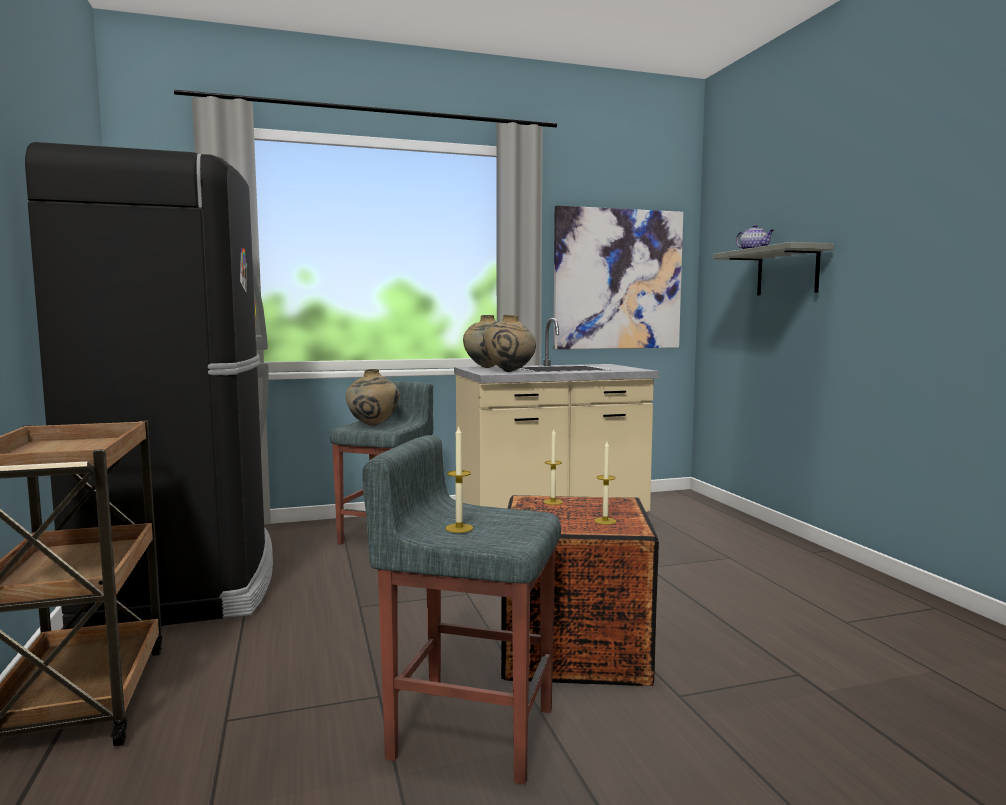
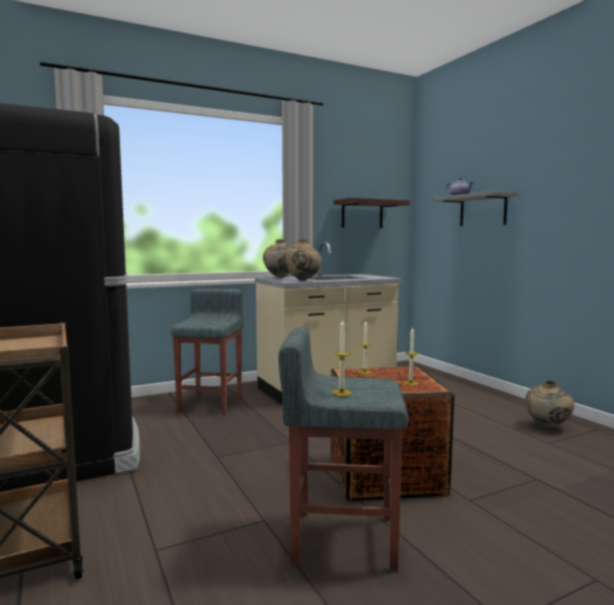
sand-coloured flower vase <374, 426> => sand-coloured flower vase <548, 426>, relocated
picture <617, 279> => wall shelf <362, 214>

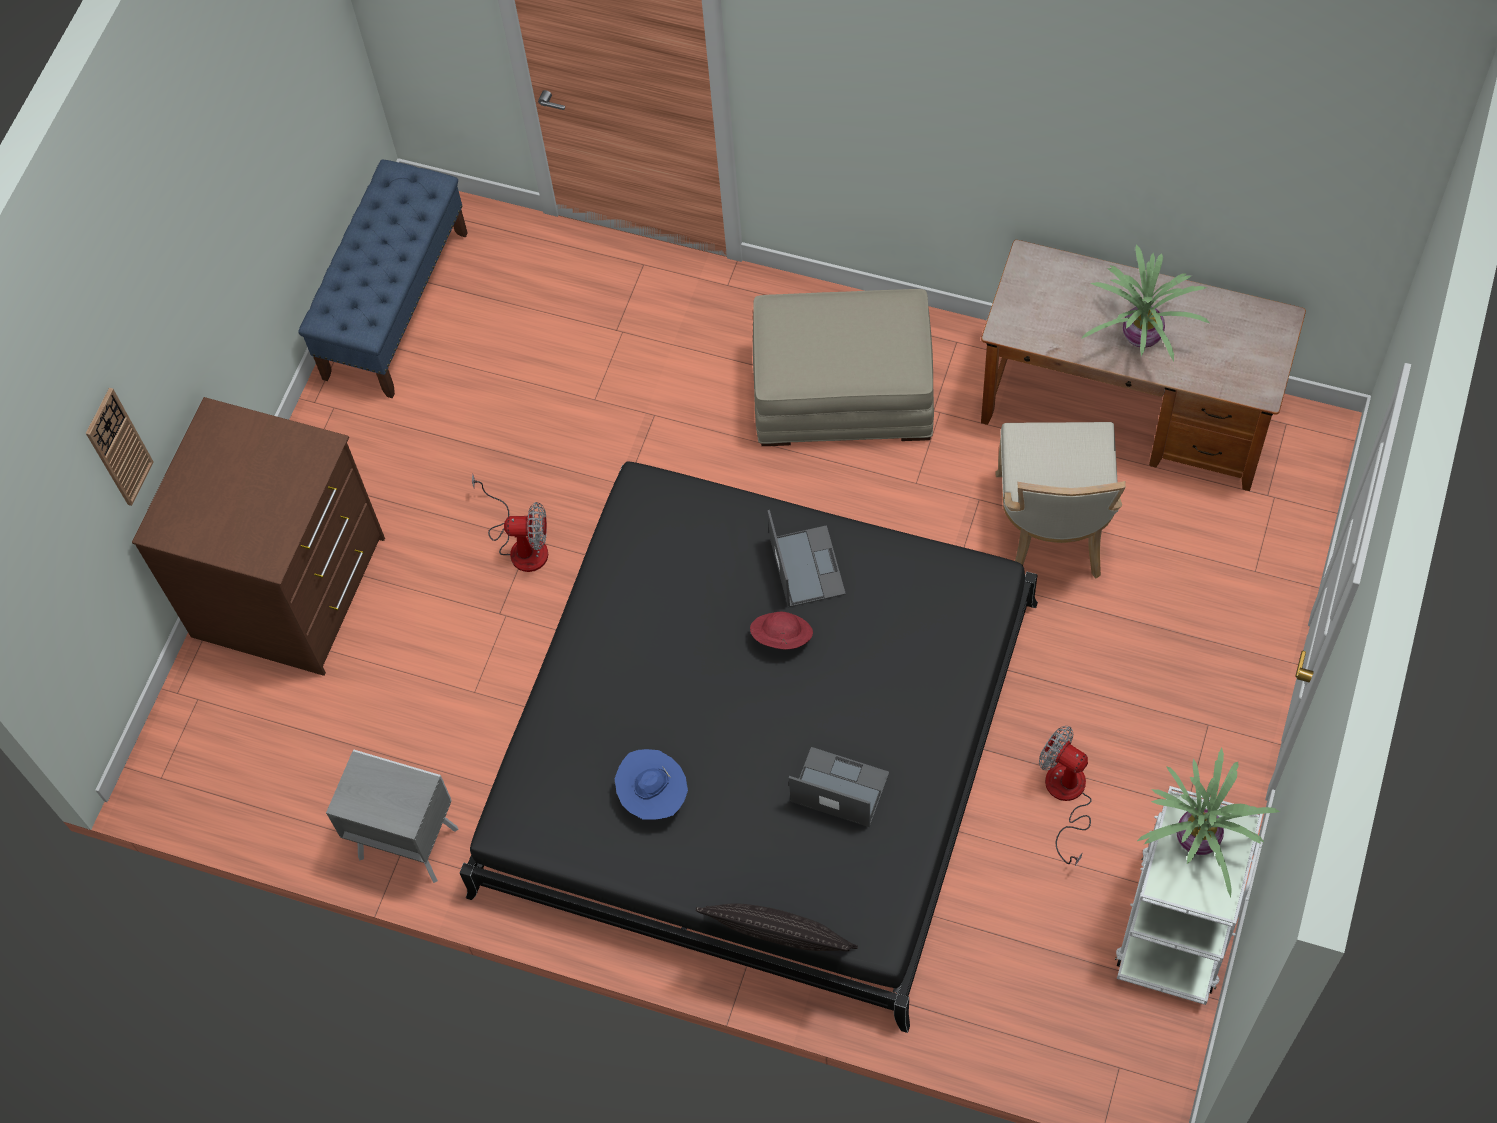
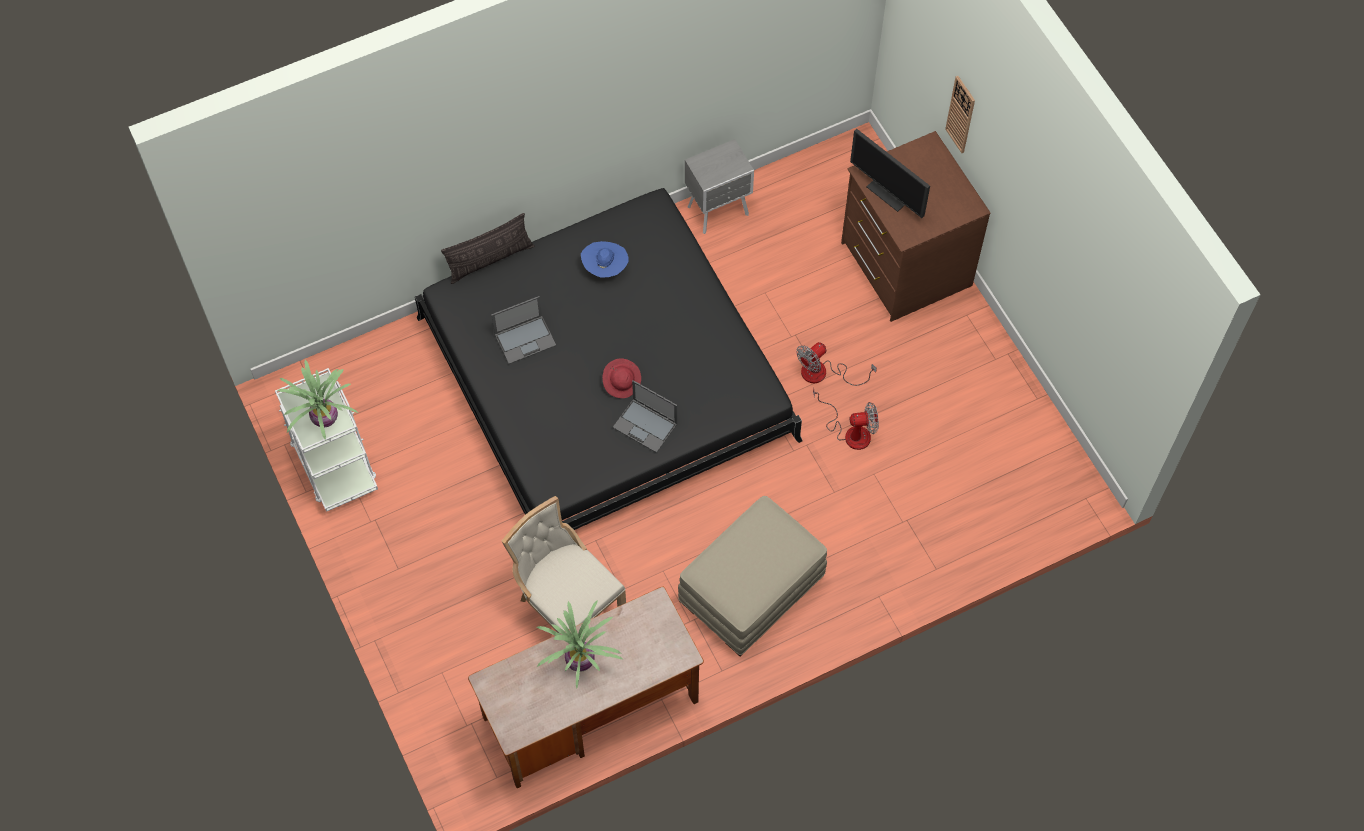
blue long seat <396, 304> => nothing
electric fan <1066, 797> => electric fan <850, 431>, relocated
nothing => monitor <890, 192>

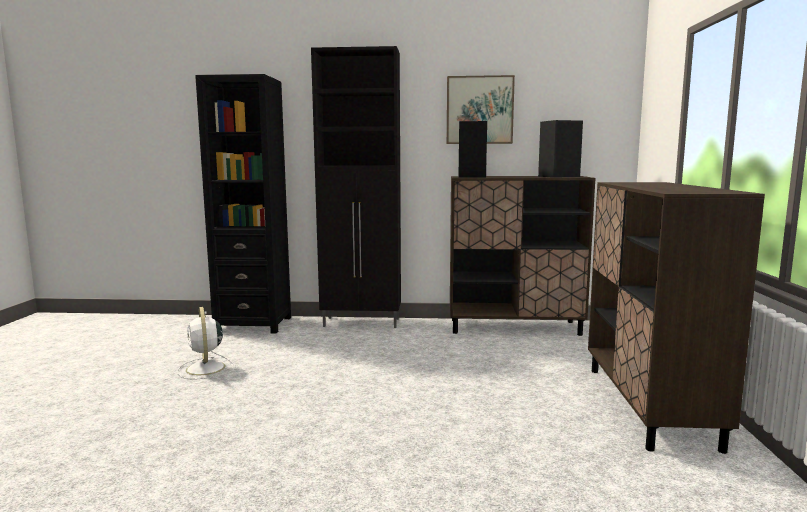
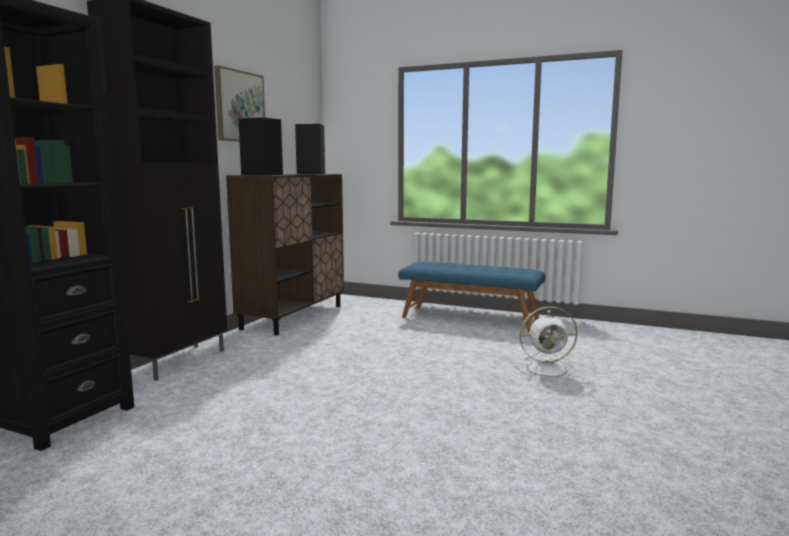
white-coloured electric fan <206, 369> => white-coloured electric fan <548, 370>, relocated
brown-coloured cabinet <649, 405> => blue long seat <470, 319>

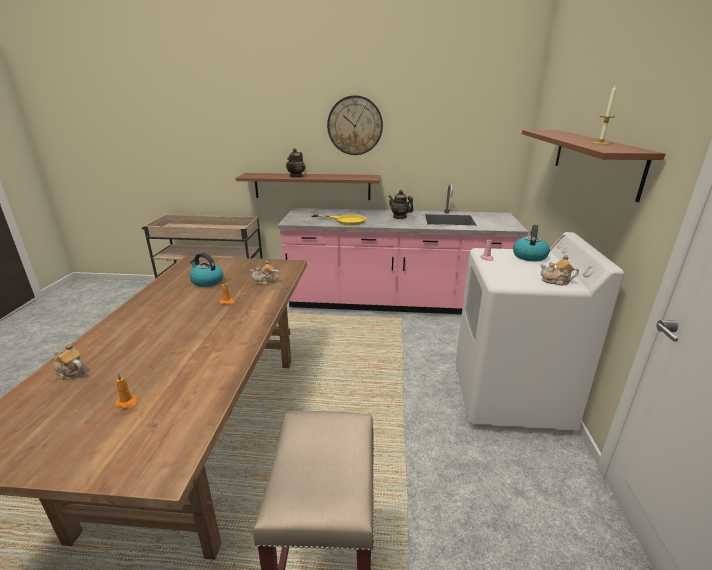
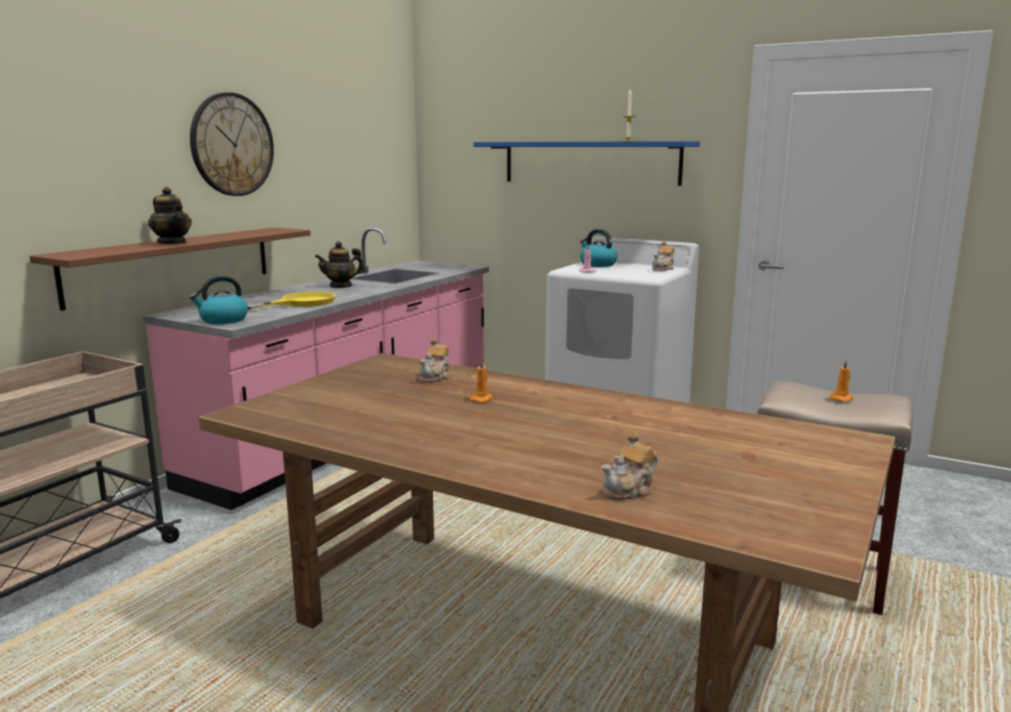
orangey candle <128, 403> => orangey candle <841, 398>, relocated
water kettle <207, 281> => water kettle <223, 320>, relocated
brown-coloured wall shelf <594, 159> => blue wall shelf <590, 162>

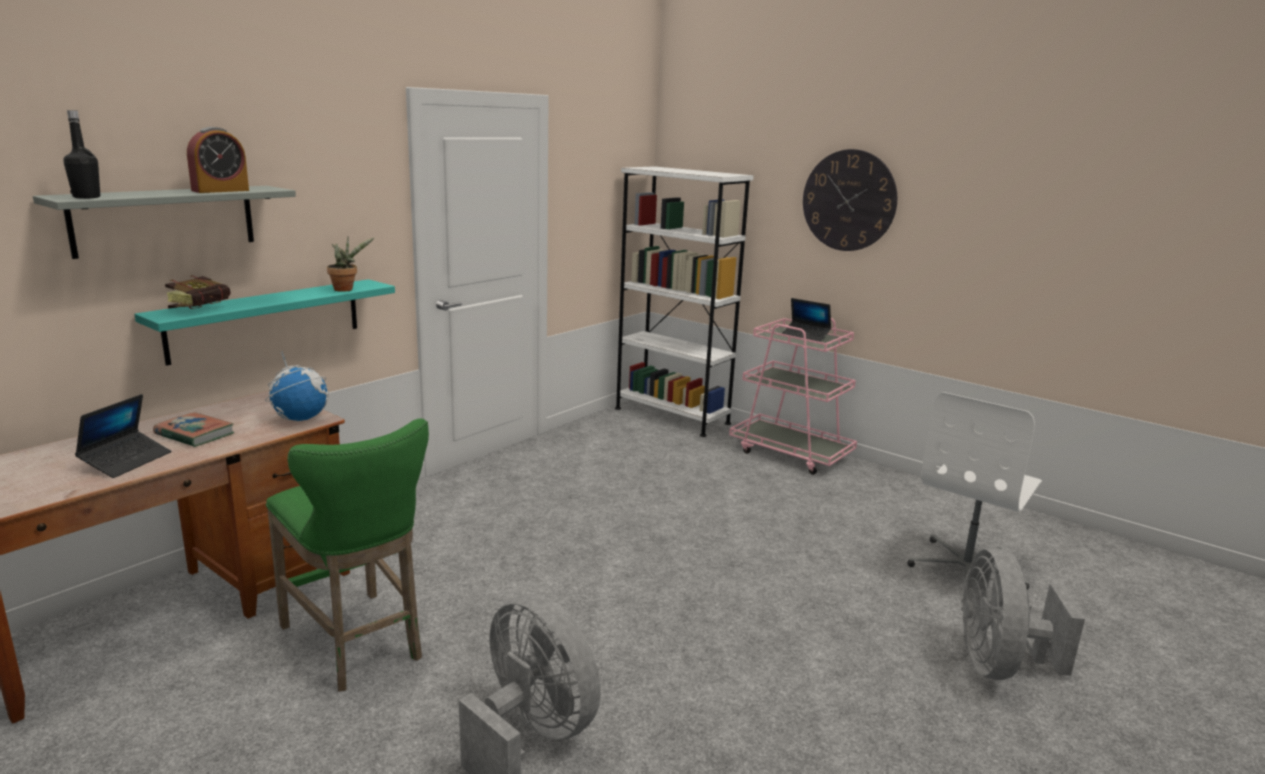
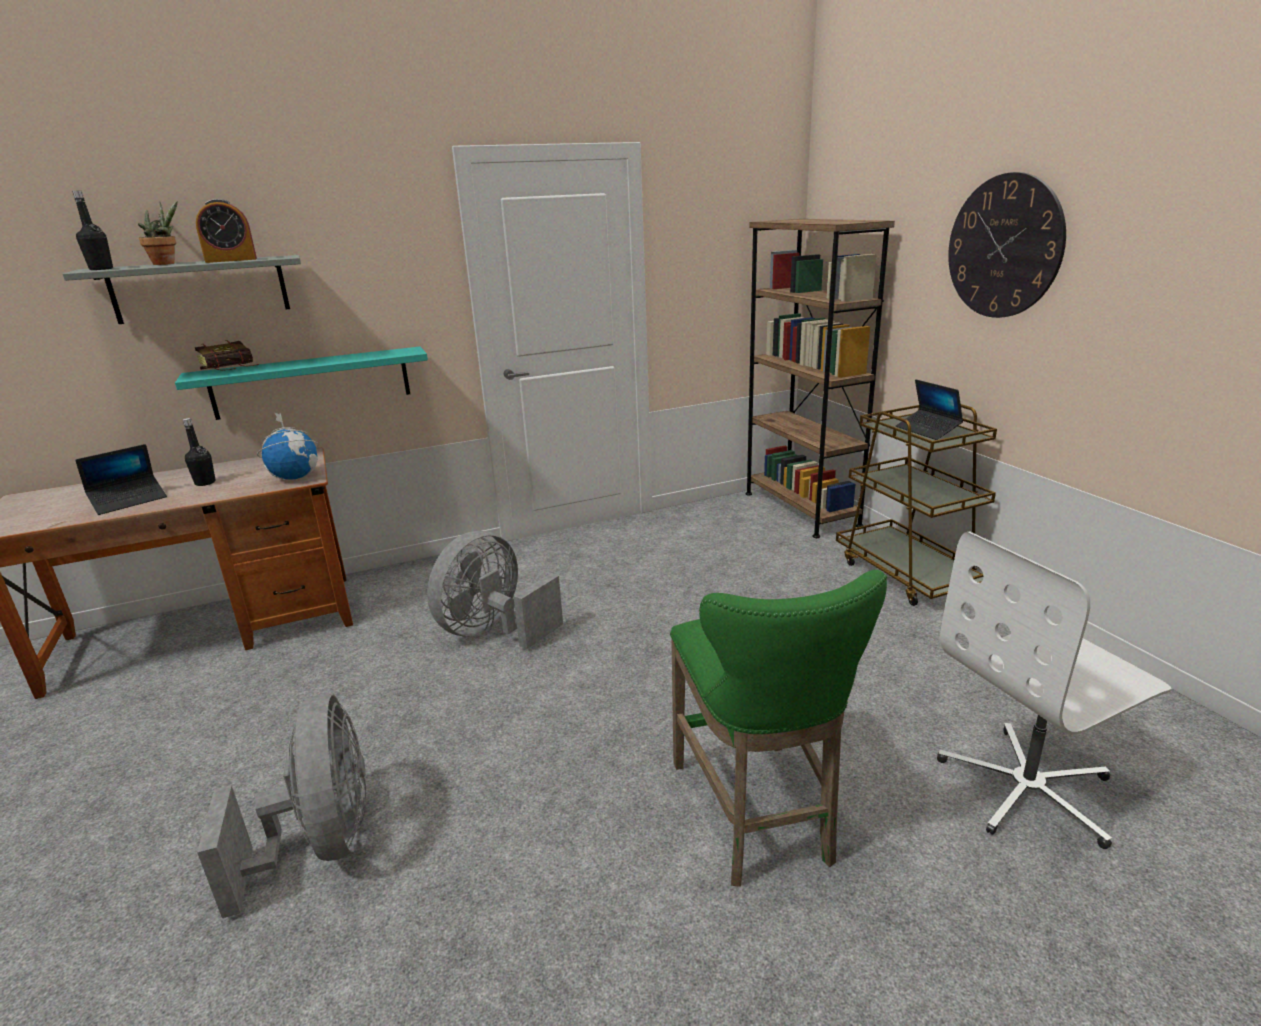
bound book <194, 434> => black beverage bottle <205, 483>
green stool <357, 645> => green stool <756, 817>, relocated
houseplant <346, 289> => houseplant <167, 264>, relocated
white-coloured bookcase <671, 416> => brown-coloured bookcase <800, 509>
pink trolley <791, 453> => brown-coloured trolley <907, 573>
greyish electric fan <998, 665> => greyish electric fan <494, 631>, relocated

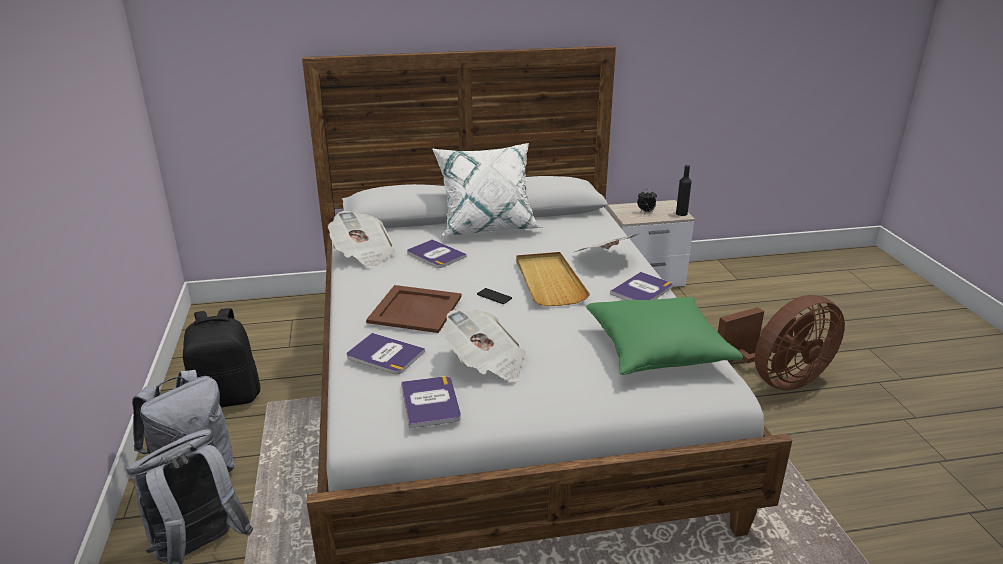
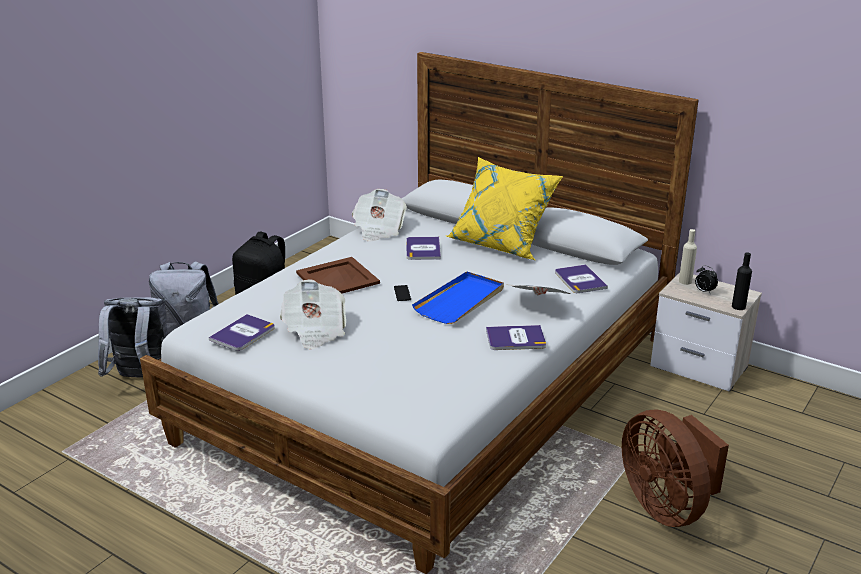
bound book <385, 355> => bound book <580, 280>, relocated
white-coloured pillow <487, 226> => yellow-coloured pillow <501, 243>
sand-coloured serving tray <548, 281> => blue serving tray <460, 301>
green pillow <657, 350> => nothing
brown-coloured electric fan <778, 379> => brown-coloured electric fan <667, 506>, 45 degrees clockwise
nothing => sand-coloured beverage bottle <685, 281>

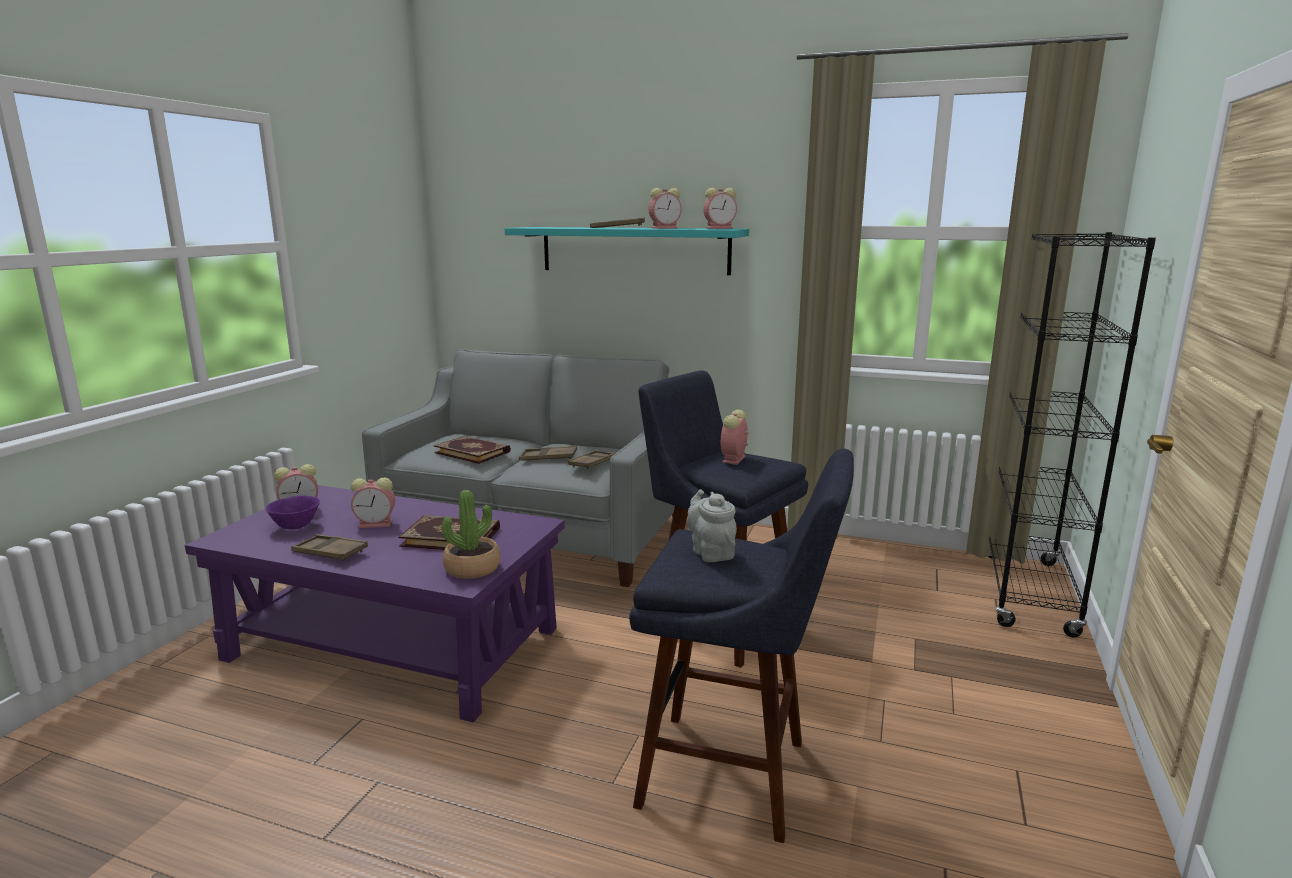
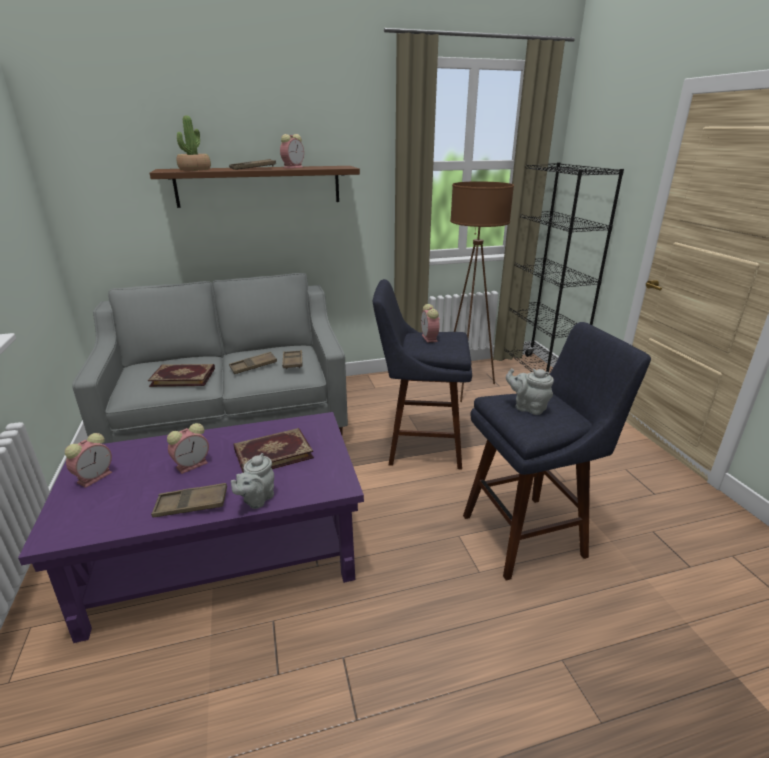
purplish deep dish <296, 527> => nothing
houseplant <472, 568> => houseplant <195, 169>, relocated
blue-green wall shelf <634, 250> => brown-coloured wall shelf <259, 186>
bedside clock <720, 228> => nothing
nothing => greyish teapot <257, 499>
nothing => brown-coloured standard lamp <466, 387>

